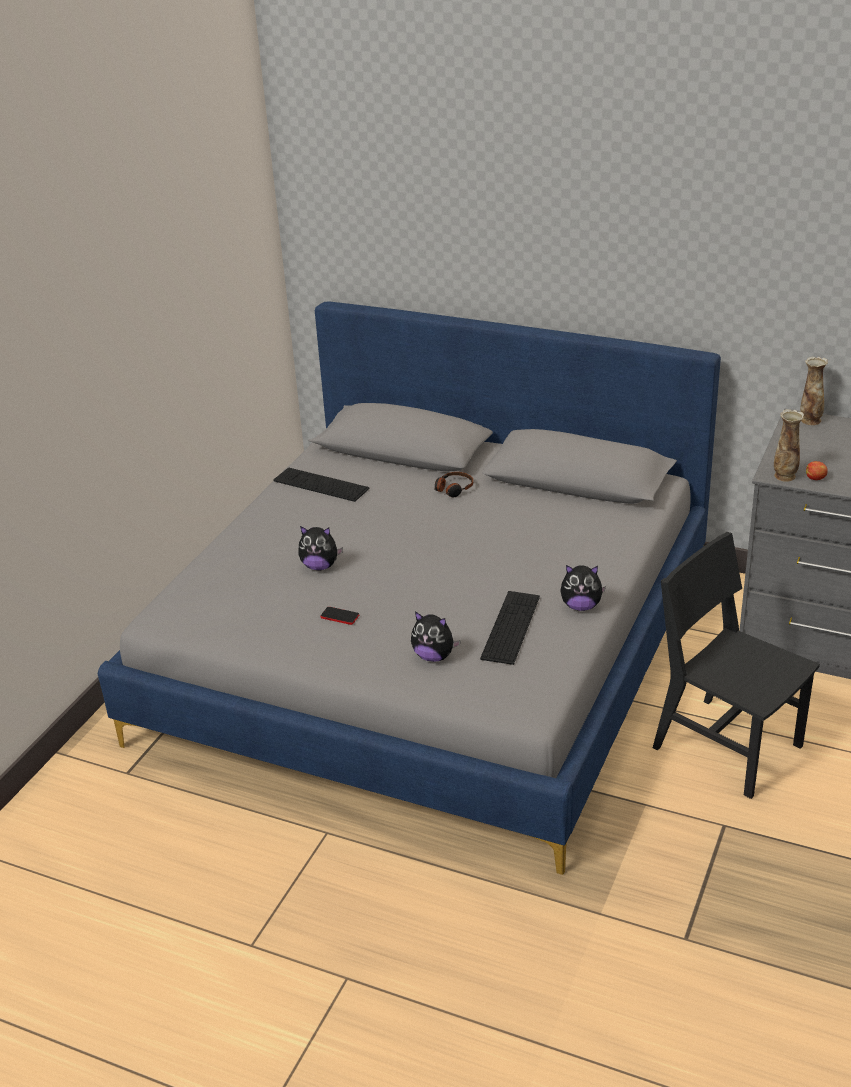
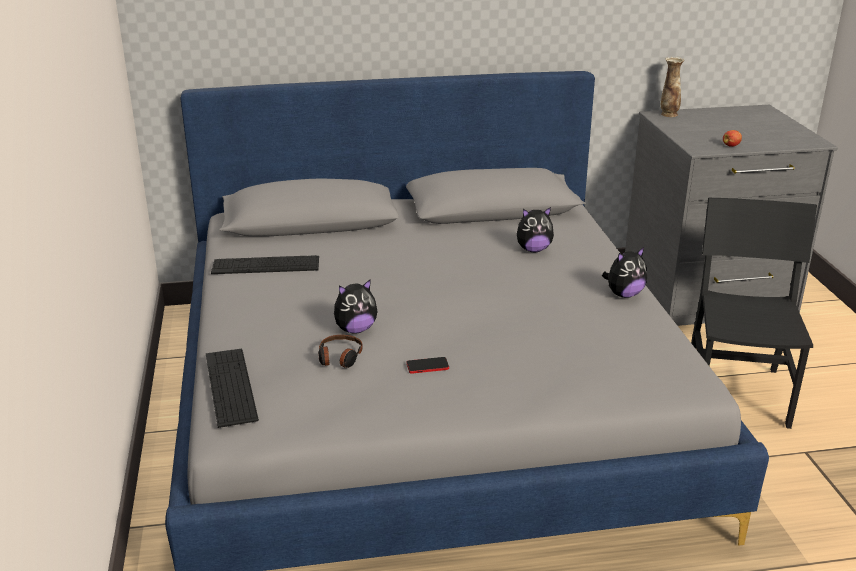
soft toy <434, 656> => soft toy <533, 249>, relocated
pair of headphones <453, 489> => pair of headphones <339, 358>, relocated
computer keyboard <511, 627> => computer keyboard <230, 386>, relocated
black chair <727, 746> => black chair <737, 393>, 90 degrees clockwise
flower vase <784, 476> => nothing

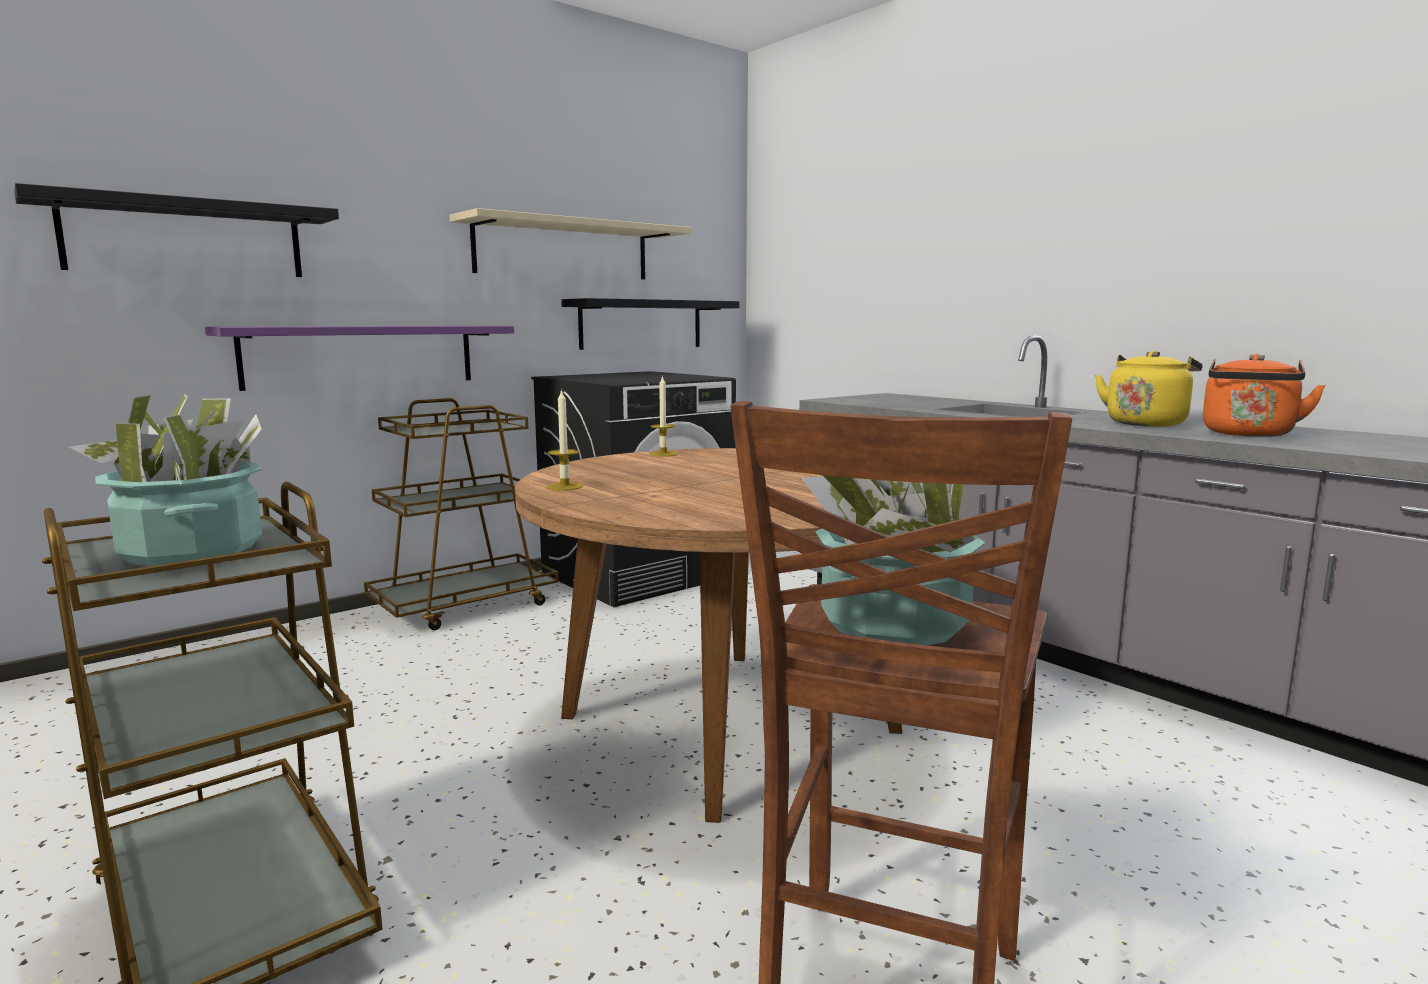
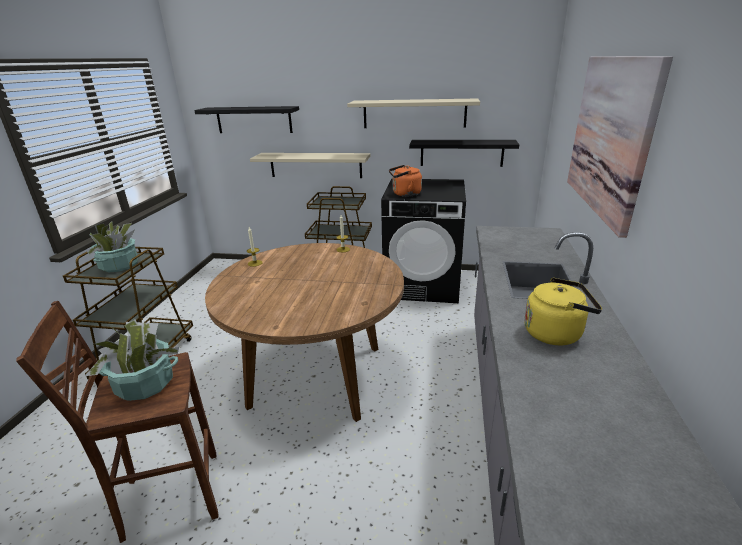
purplish wall shelf <361, 355> => sand-coloured wall shelf <315, 165>
orangey water kettle <1248, 434> => orangey water kettle <404, 194>, relocated
nothing => picture <609, 136>

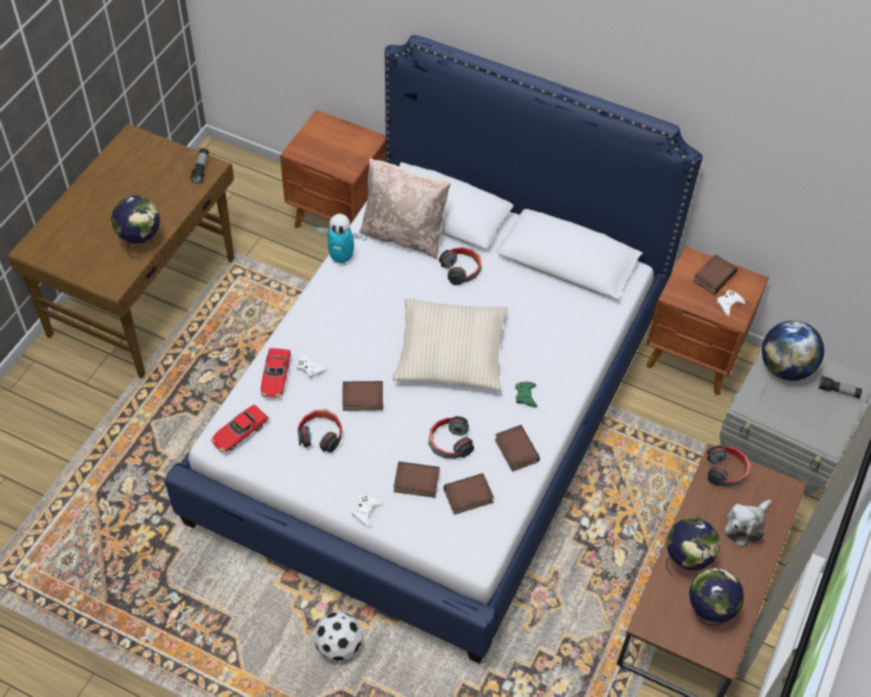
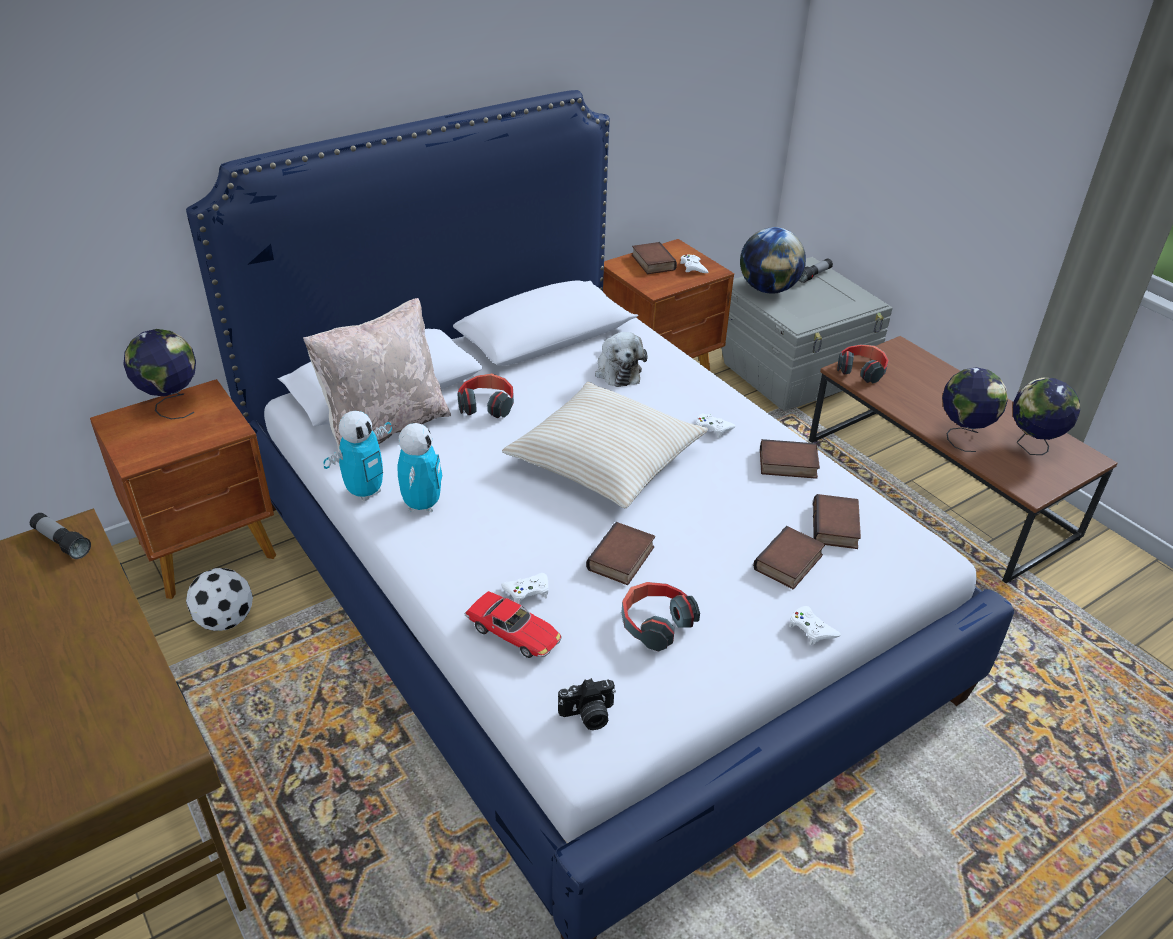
desk globe <141, 243> => desk globe <172, 405>, relocated
toy car <239, 433> => photo camera <588, 715>
football ball <338, 646> => football ball <226, 620>, relocated
pair of headphones <449, 443> => nothing
green joypad <525, 396> => white-coloured joypad <713, 428>
soft toy <745, 526> => soft toy <617, 371>, relocated
nothing => model robot <422, 505>

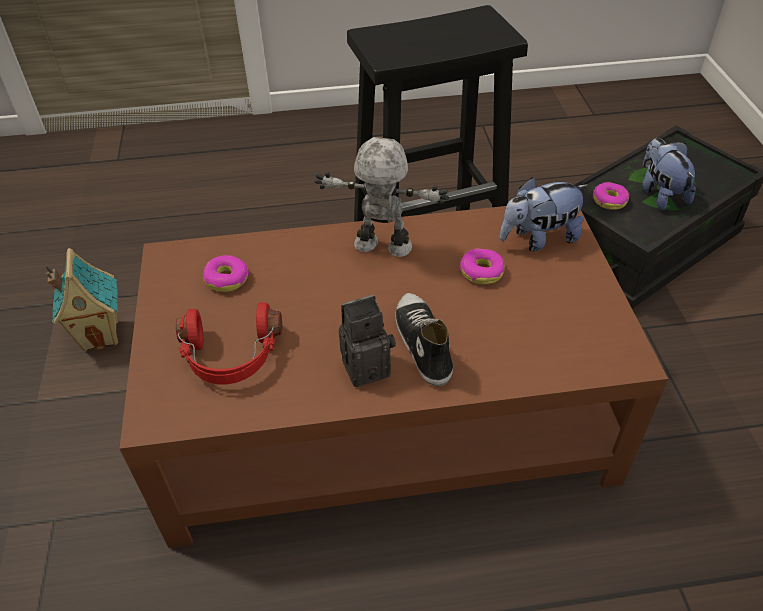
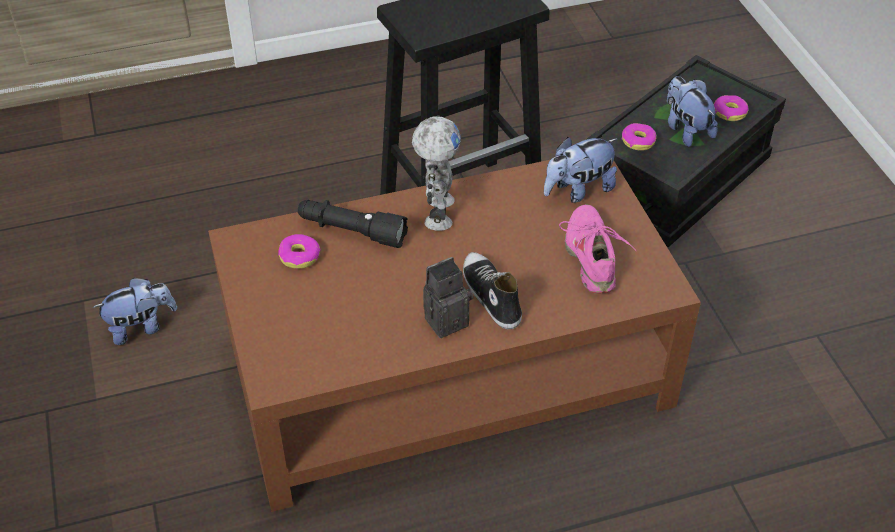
model house <101, 334> => soft toy <141, 327>
red pair of headphones <231, 356> => nothing
model robot <382, 247> => model robot <437, 212>, 90 degrees clockwise
donut <481, 271> => donut <729, 112>, relocated
nothing => black hand torch <351, 231>
nothing => pink item of footwear <592, 256>

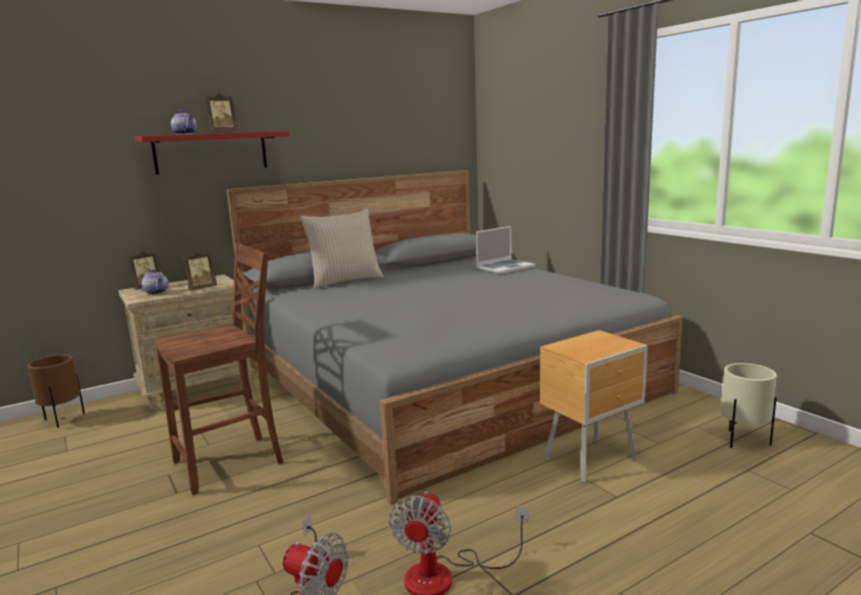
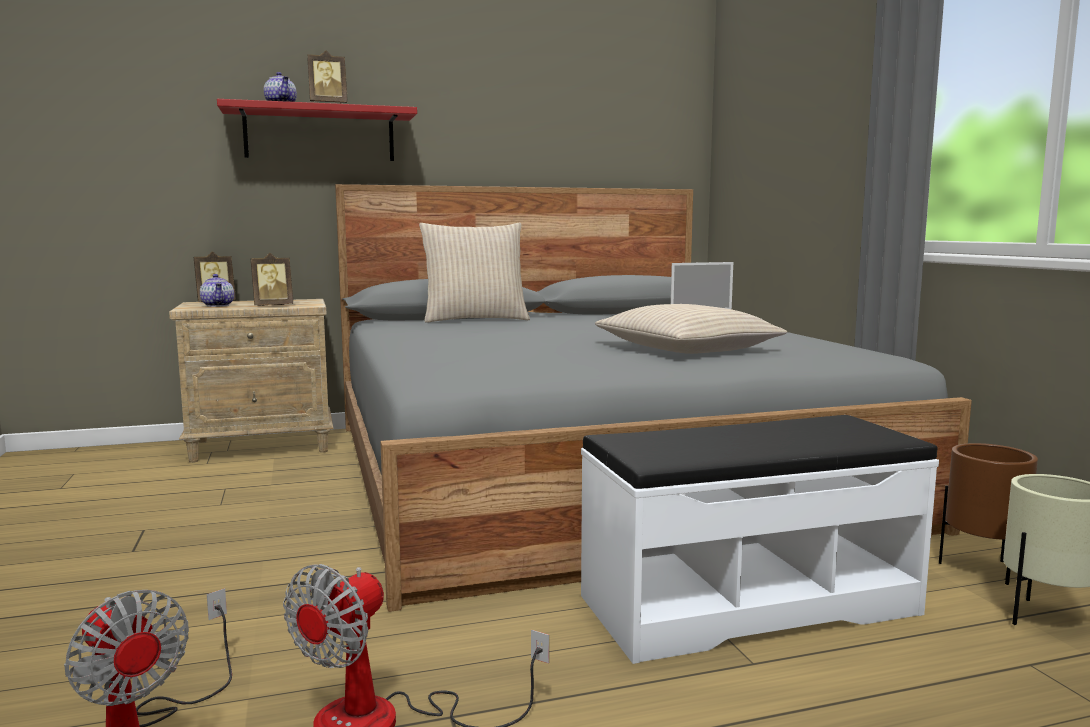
brown-coloured flower pot <63, 420> => brown-coloured flower pot <982, 570>, relocated
brown-coloured chair <231, 463> => nothing
brown-coloured nightstand <592, 460> => white-coloured long seat <747, 604>
nothing => sand-coloured pillow <686, 349>

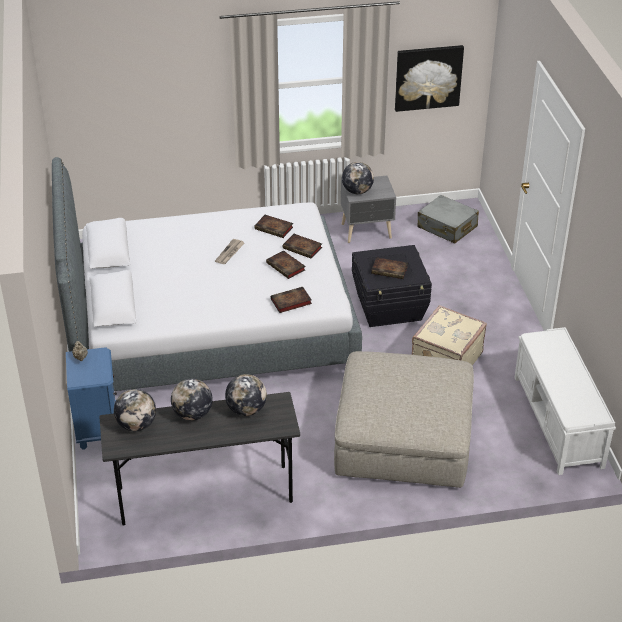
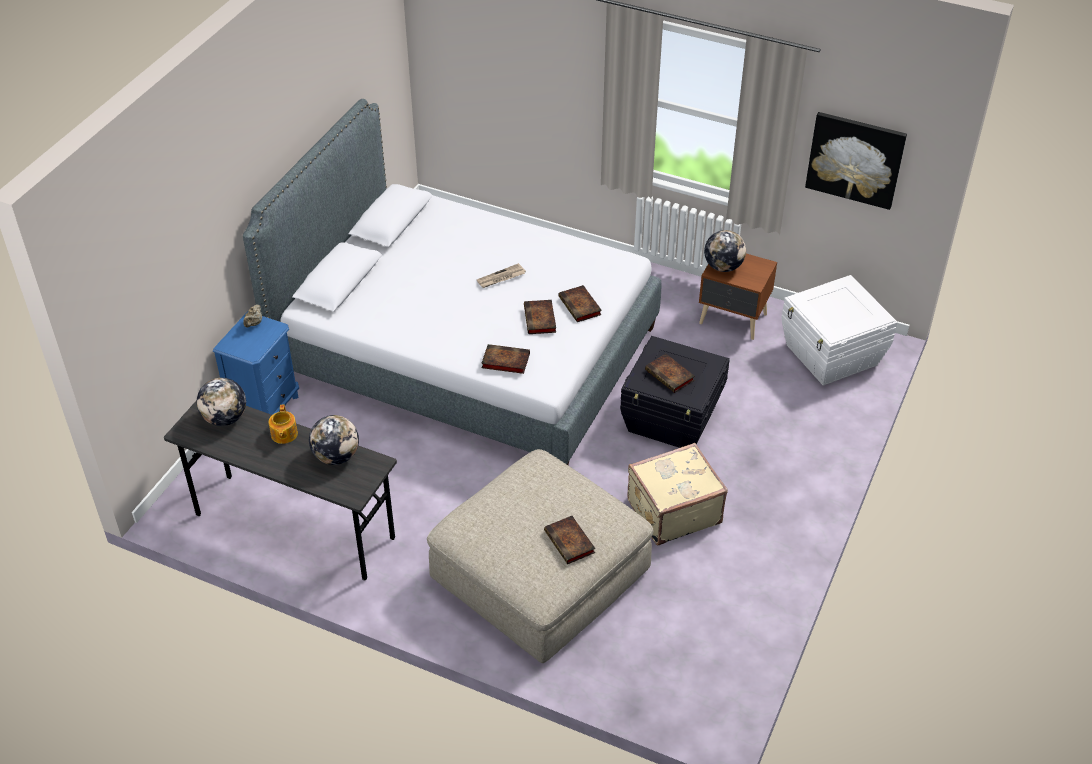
desk globe <192, 414> => teapot <284, 434>
bound book <275, 228> => bound book <570, 543>, relocated
greyish nightstand <367, 231> => brown-coloured nightstand <733, 320>
greyish suitcase <447, 227> => white-coloured storage box <831, 355>
white-coloured long seat <558, 422> => nothing

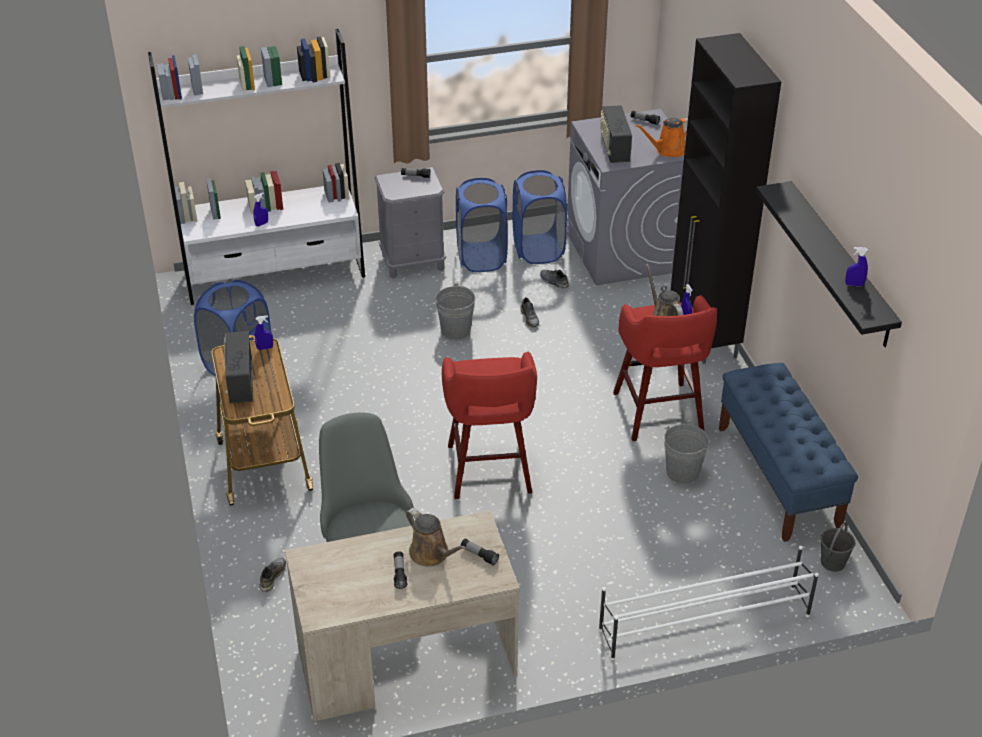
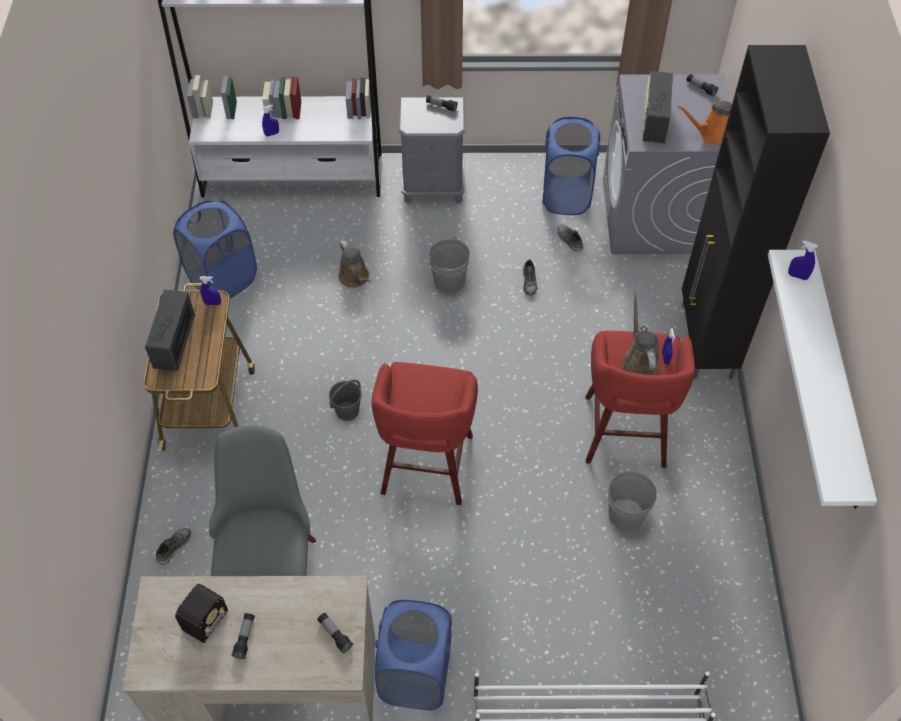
brown-coloured watering pot <432, 554> => brown-coloured watering pot <355, 278>, relocated
blue laundry basket <481, 257> => blue laundry basket <415, 675>, relocated
blue long seat <778, 477> => nothing
black wall shelf <840, 264> => white-coloured wall shelf <836, 380>
greyish pail <832, 563> => greyish pail <347, 411>, relocated
blue sprayer <854, 285> => blue sprayer <797, 276>, relocated
nothing => radio set <193, 631>

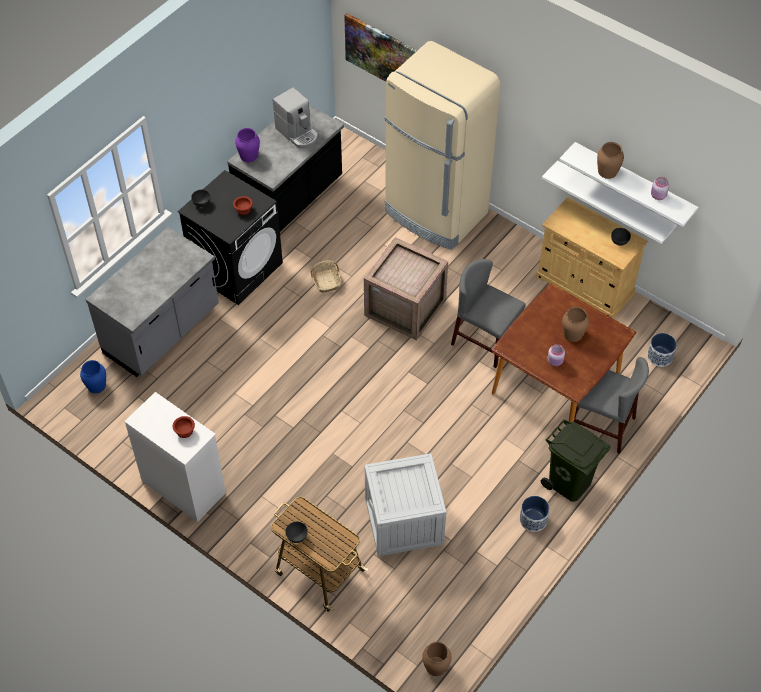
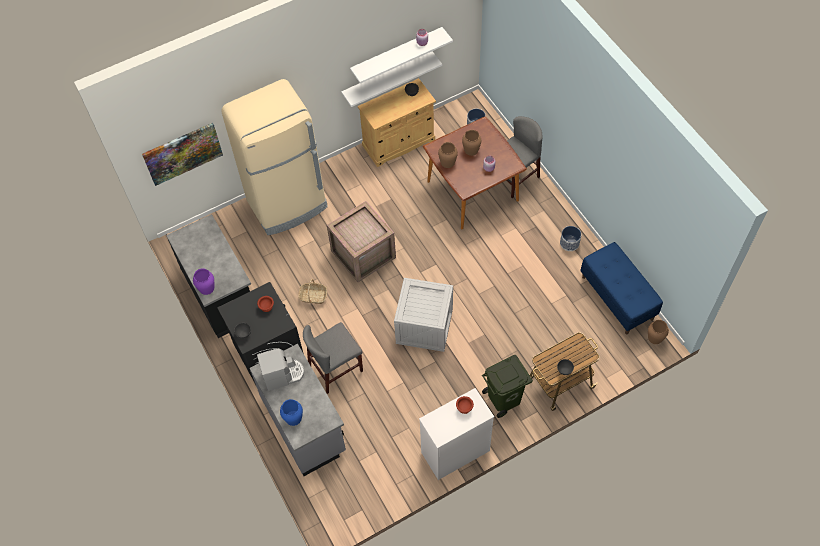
blue flower vase <96, 385> => blue flower vase <293, 417>, relocated
coffee machine <298, 133> => coffee machine <283, 375>, relocated
crate <402, 520> => crate <423, 326>, relocated
greyish chair <485, 341> => greyish chair <335, 368>, relocated
green trash can <569, 483> => green trash can <504, 399>, relocated
brown-coloured flower vase <607, 171> => brown-coloured flower vase <447, 162>, relocated
nothing => blue long seat <617, 298>

